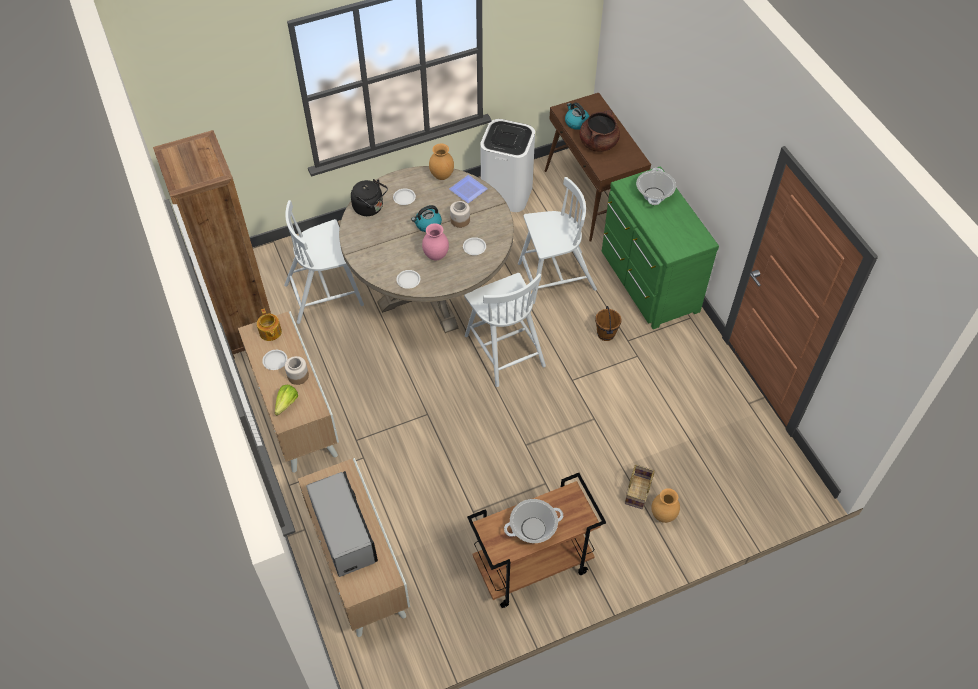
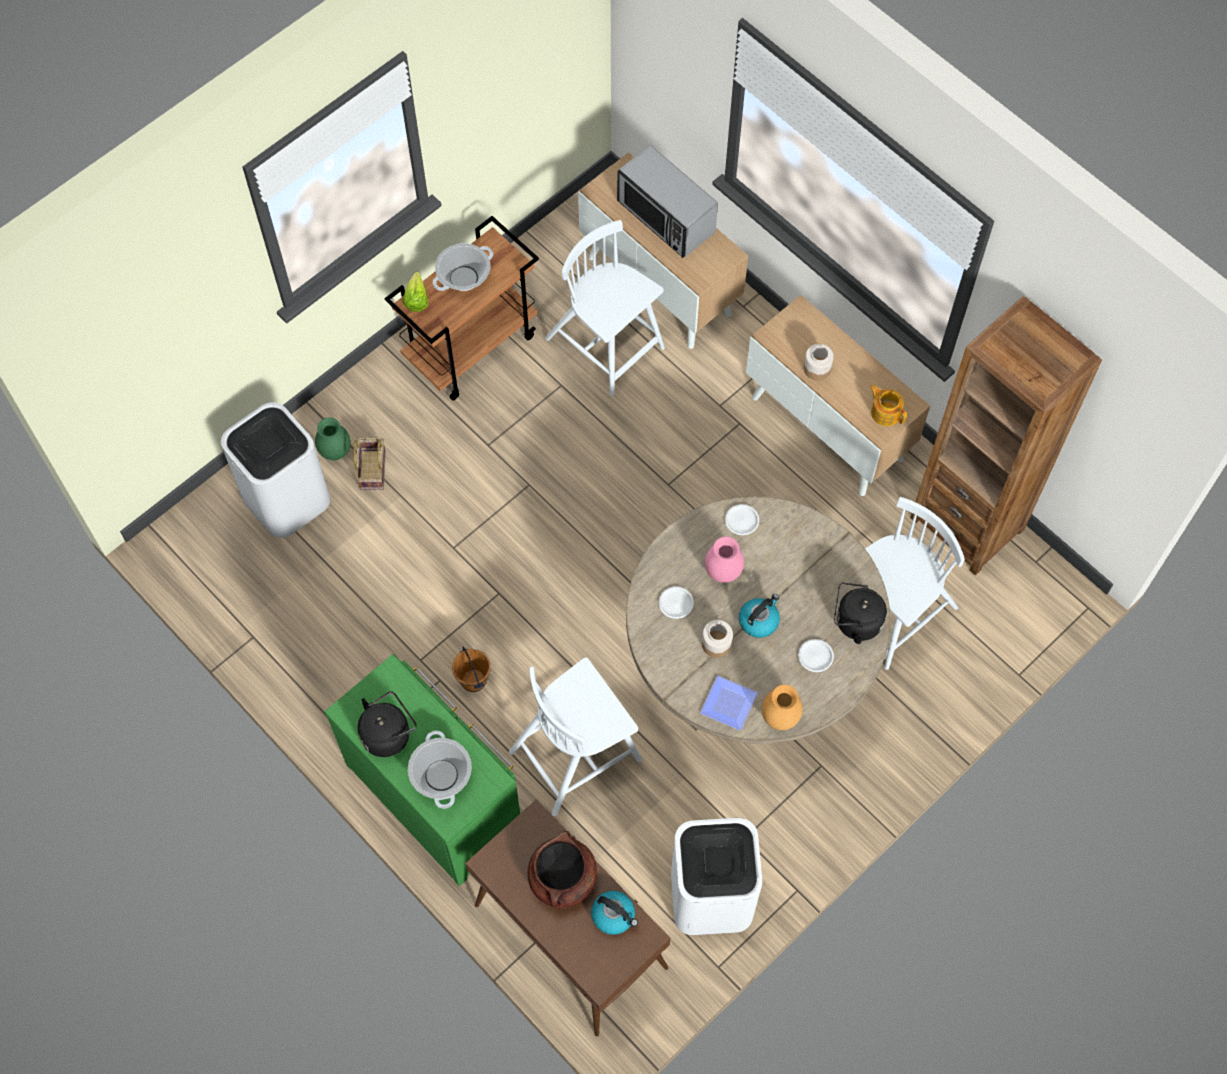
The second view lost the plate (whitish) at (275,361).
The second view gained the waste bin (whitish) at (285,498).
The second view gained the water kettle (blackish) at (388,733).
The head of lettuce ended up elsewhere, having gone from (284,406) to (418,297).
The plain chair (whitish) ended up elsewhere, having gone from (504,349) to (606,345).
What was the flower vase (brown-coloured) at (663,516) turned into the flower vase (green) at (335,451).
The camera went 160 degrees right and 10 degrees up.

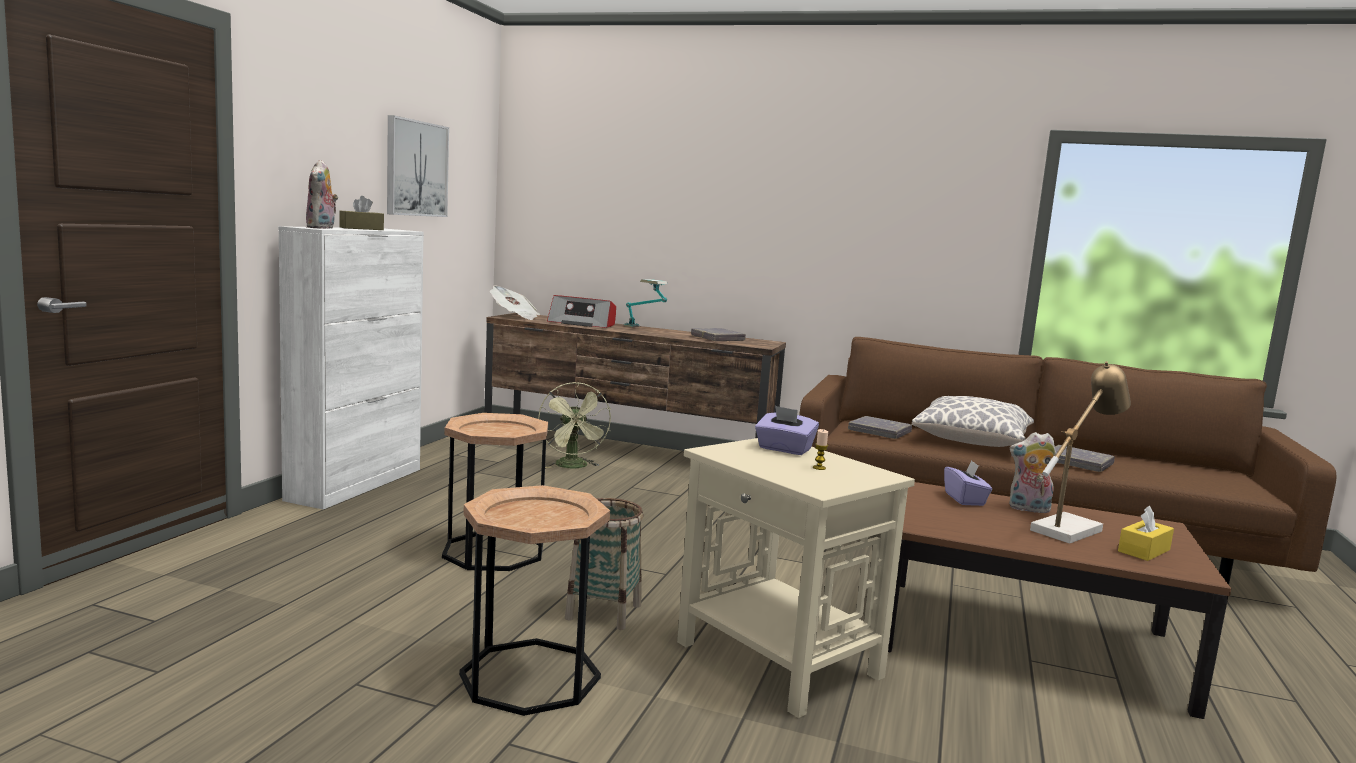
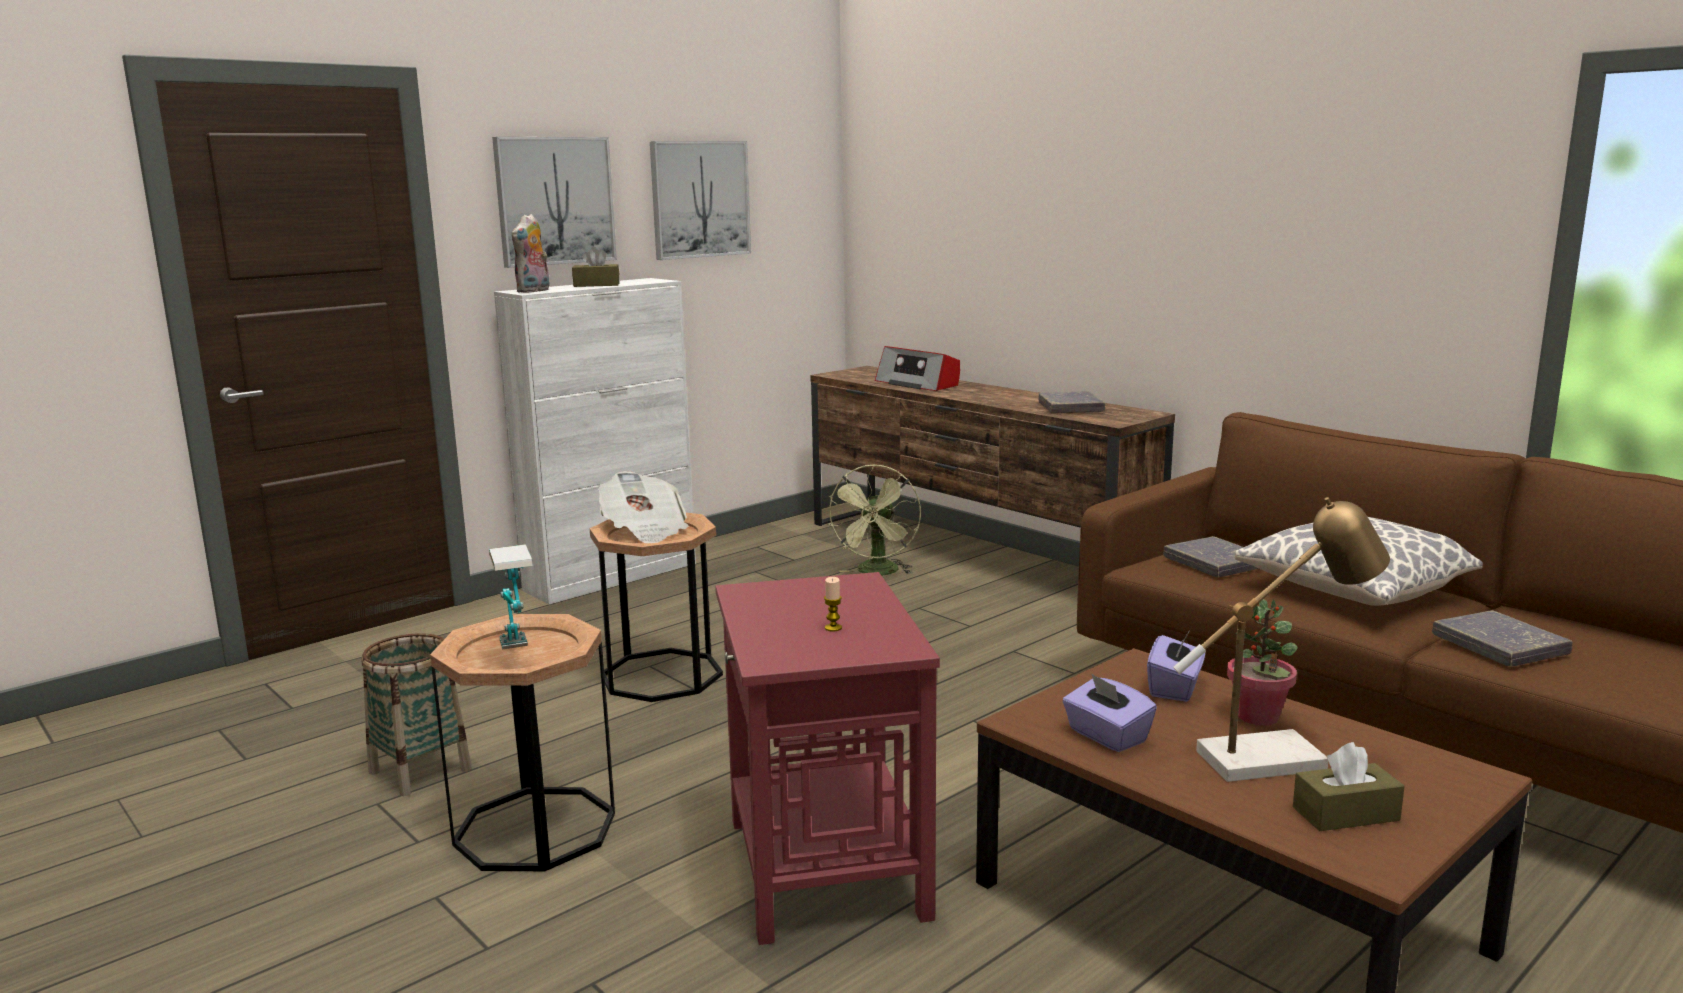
The second view gained the wall art at (554,201).
The daily paper ended up elsewhere, having gone from (514,316) to (644,531).
The storage basket ended up elsewhere, having gone from (604,612) to (420,771).
The lamp for a table ended up elsewhere, having gone from (645,328) to (518,658).
The box of tissues (purple) ended up elsewhere, having gone from (784,449) to (1106,736).
Where the soft toy stood at (1028,509), the plant in a pot came to stand at (1258,717).
What was the end table (beige-coloured) at (777,660) turned into the end table (red-coloured) at (824,867).
What was the box of tissues (yellowish) at (1144,551) turned into the box of tissues (brown-coloured) at (1345,814).
The camera went 30 degrees right and 5 degrees up.

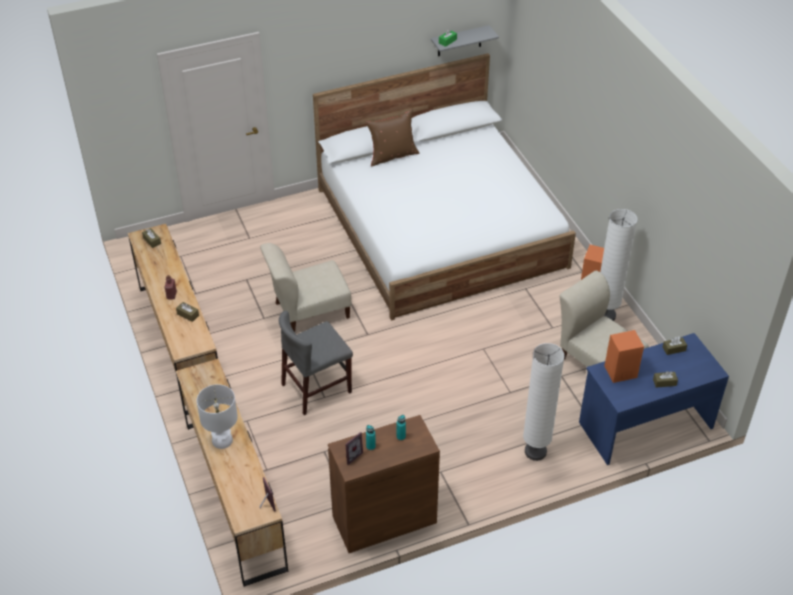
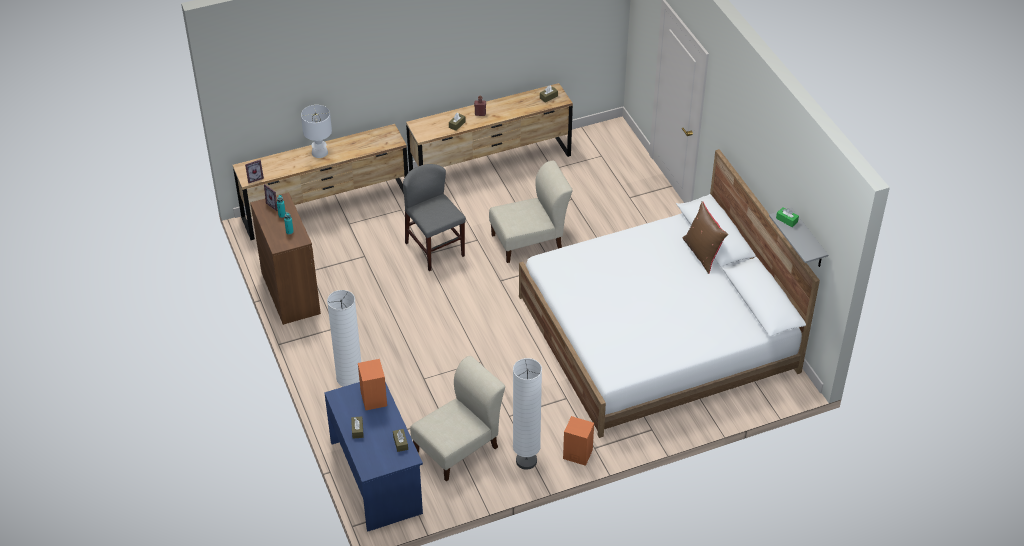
The plain chair (beige-coloured) at (308,311) ended up facing another way, 90 degrees clockwise from before.
The camera went 90 degrees right and 0 degrees up.

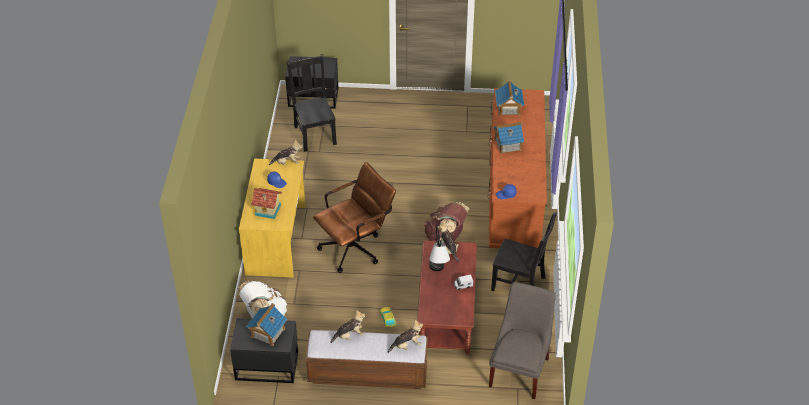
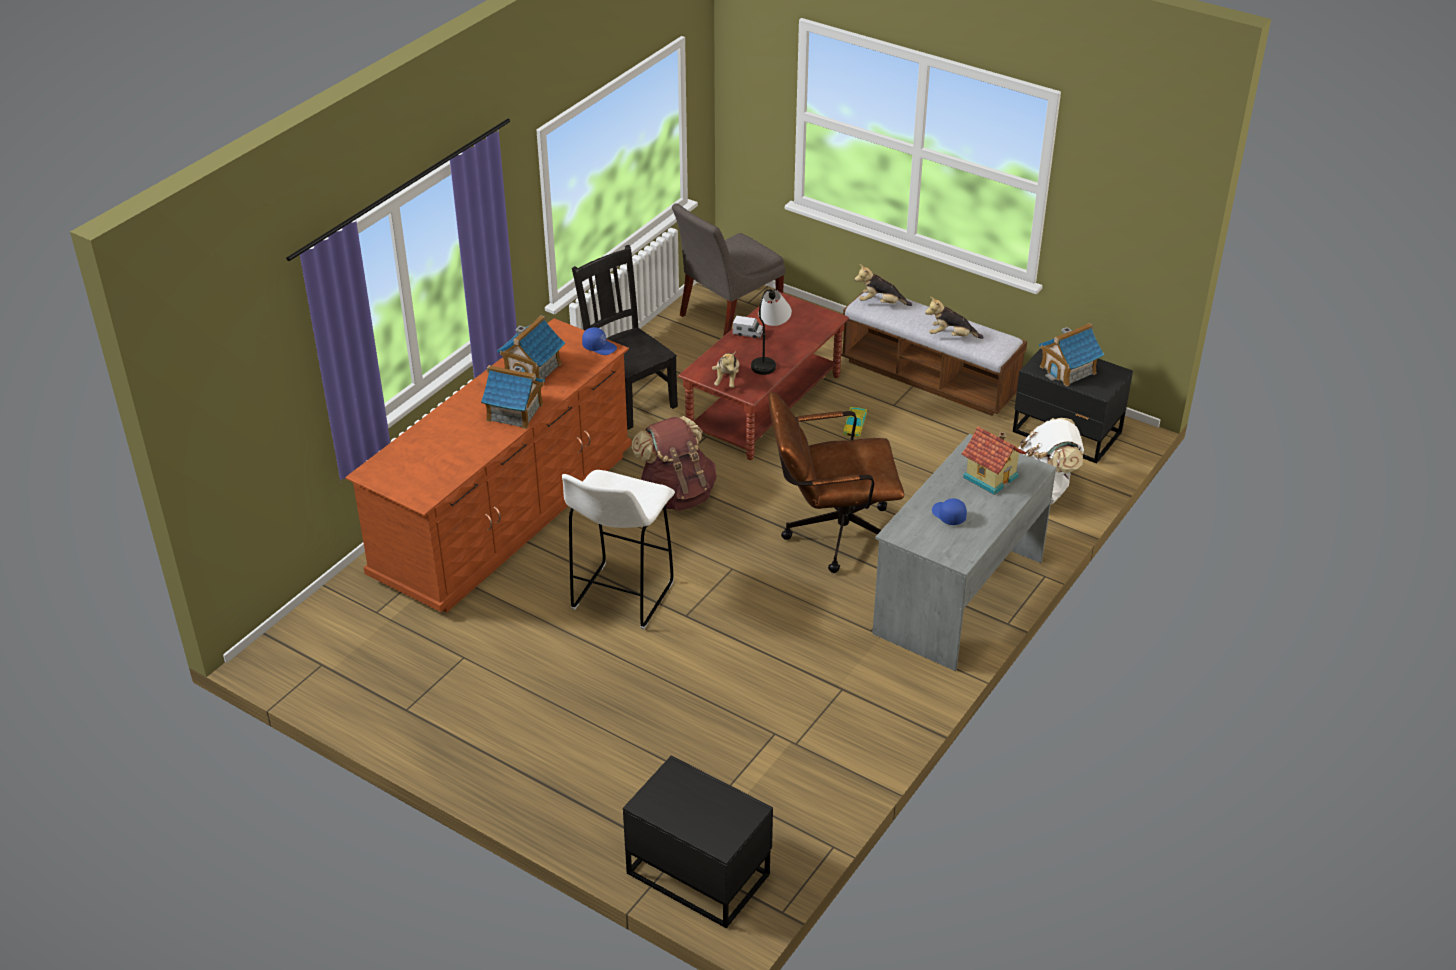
The second view lost the soft toy at (287,163).
The second view lost the plain chair (blackish) at (314,134).
The second view gained the stool (whitish) at (621,598).
The toy house ended up elsewhere, having gone from (508,108) to (533,368).
What was the desk table (yellowish) at (277,240) turned into the desk table (gray) at (957,596).
The camera went 150 degrees left and 5 degrees down.

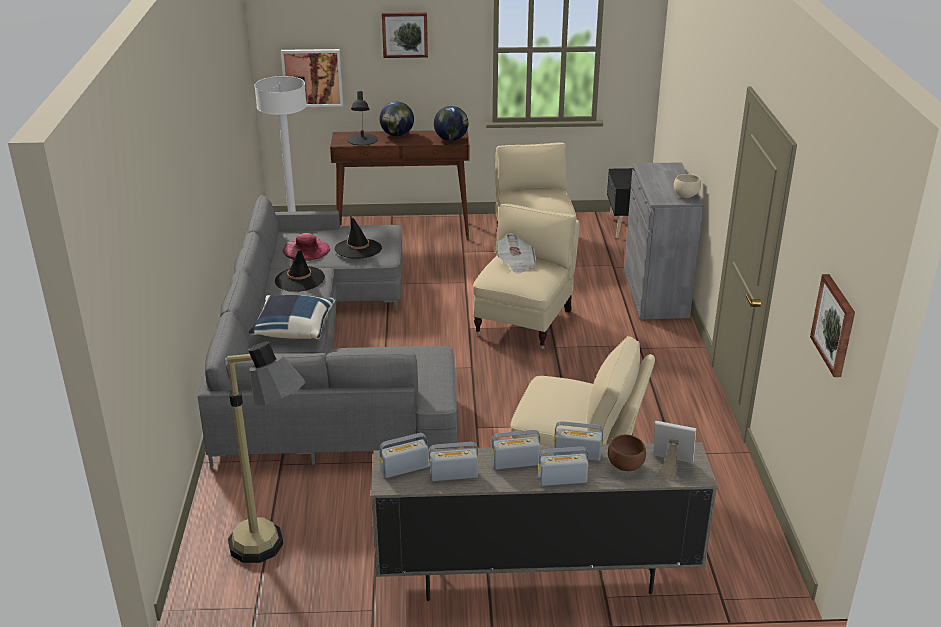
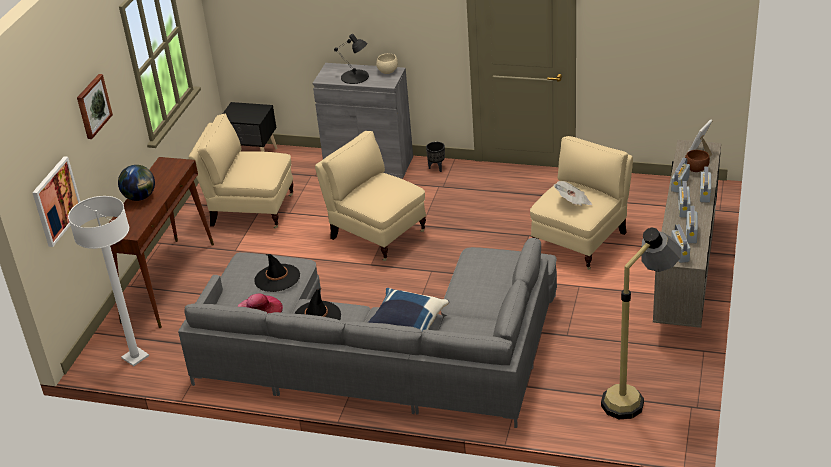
The second view lost the globe at (451,139).
The second view lost the wall art at (835,325).
The second view gained the planter (blackish) at (437,168).
The lamp for a table (blackish) ended up elsewhere, having gone from (362,140) to (355,77).
The daily paper ended up elsewhere, having gone from (516,263) to (573,202).
The camera went 70 degrees left and 5 degrees up.

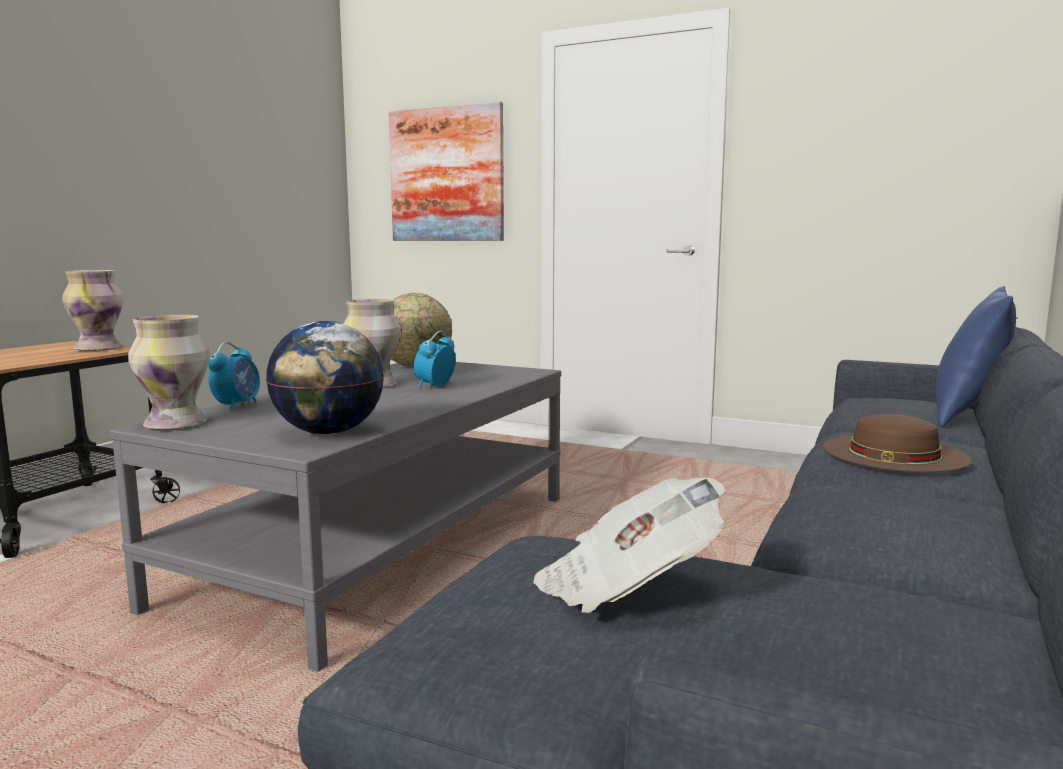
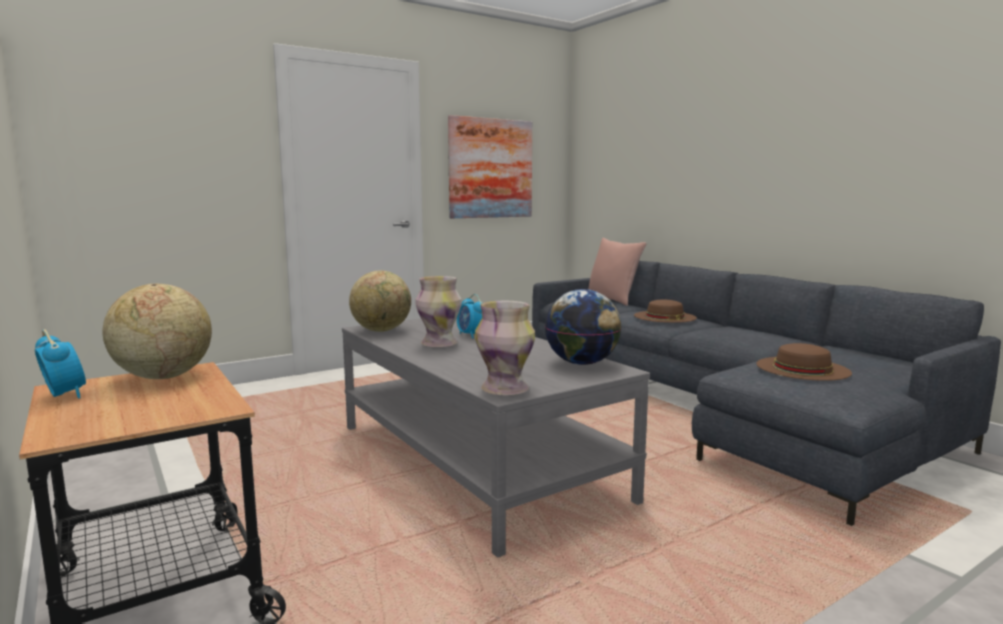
The bedside clock ended up elsewhere, having gone from (237,405) to (64,395).
The wall art ended up elsewhere, having gone from (446,175) to (490,168).
Where the flower vase stood at (98,348), the globe came to stand at (163,377).
Where the daily paper stood at (626,587), the wearable hat (brown-coloured) came to stand at (802,368).
What was the throw pillow (bluish) at (967,416) turned into the throw pillow (pink-coloured) at (613,300).
The camera went 60 degrees left and 0 degrees up.

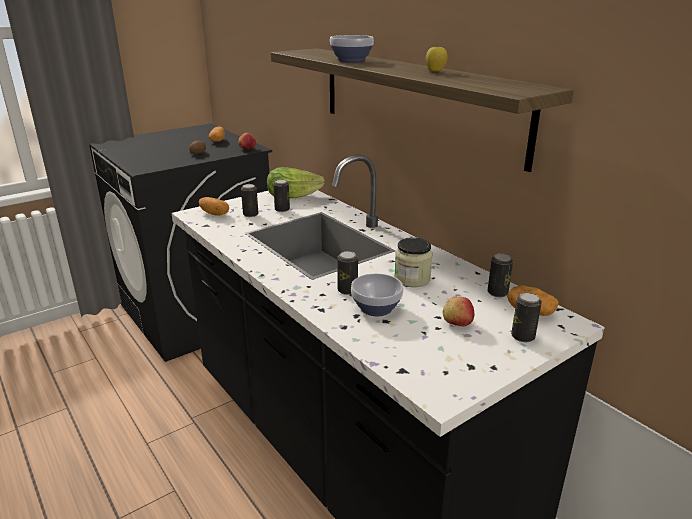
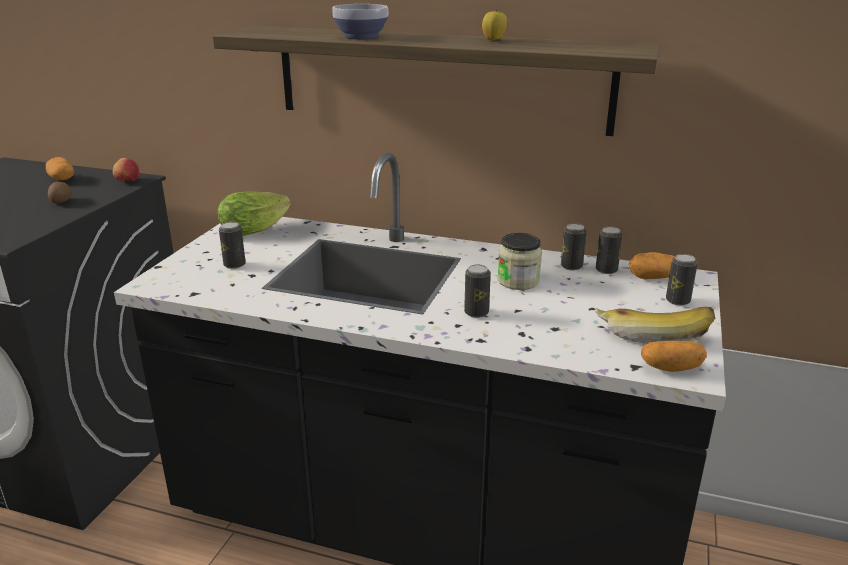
The second view lost the bowl at (377,308).
The second view lost the apple fruit at (457,323).
The second view gained the banana at (653,332).
The potato ended up elsewhere, having gone from (215,214) to (671,368).
The can ended up elsewhere, having gone from (282,209) to (571,266).
The camera went 35 degrees left and 0 degrees up.

